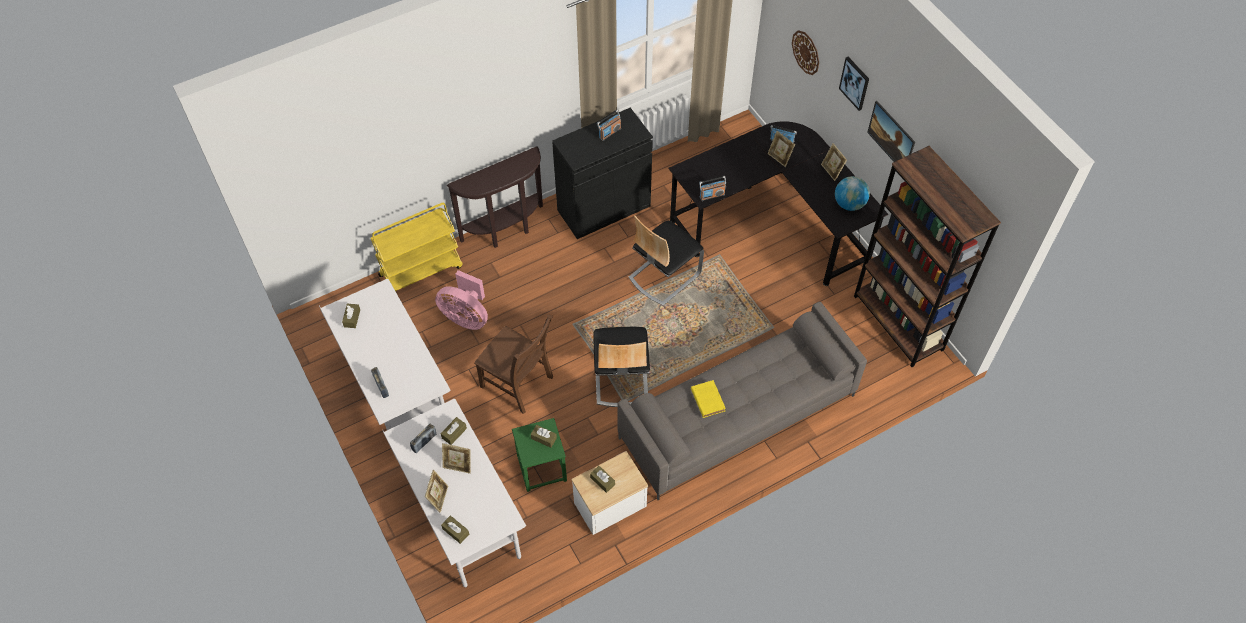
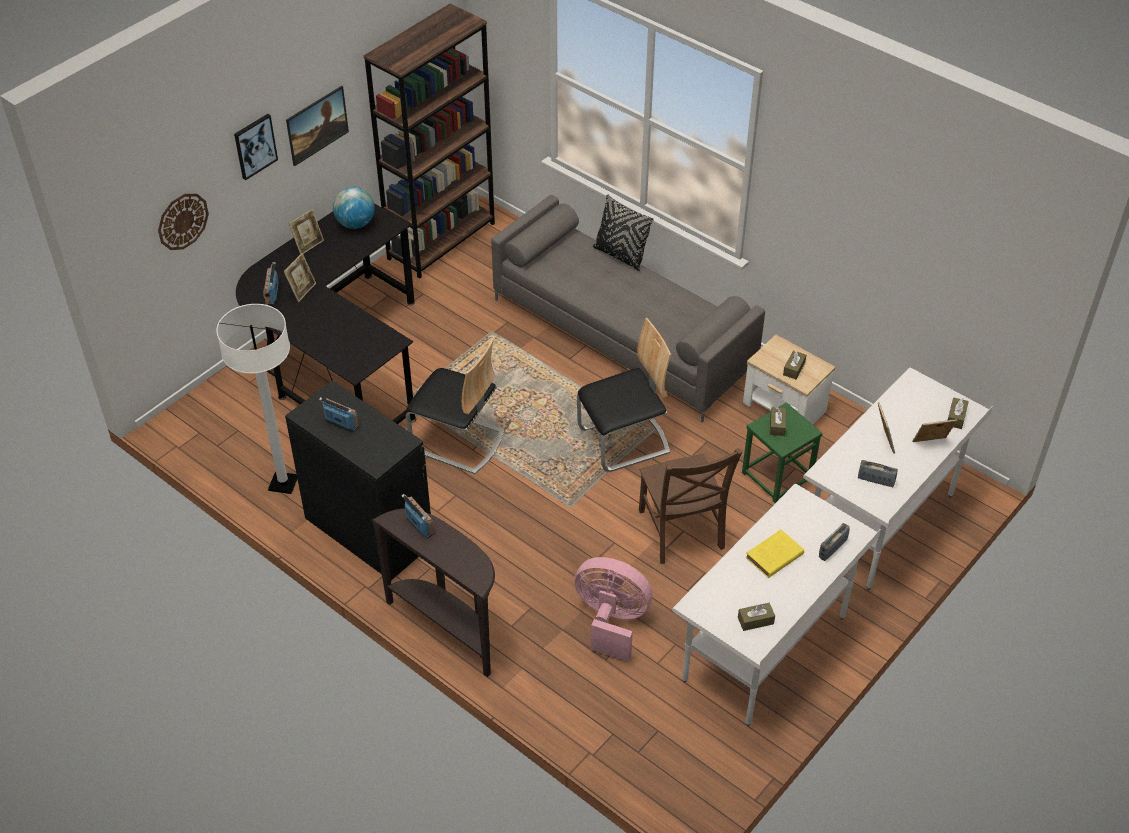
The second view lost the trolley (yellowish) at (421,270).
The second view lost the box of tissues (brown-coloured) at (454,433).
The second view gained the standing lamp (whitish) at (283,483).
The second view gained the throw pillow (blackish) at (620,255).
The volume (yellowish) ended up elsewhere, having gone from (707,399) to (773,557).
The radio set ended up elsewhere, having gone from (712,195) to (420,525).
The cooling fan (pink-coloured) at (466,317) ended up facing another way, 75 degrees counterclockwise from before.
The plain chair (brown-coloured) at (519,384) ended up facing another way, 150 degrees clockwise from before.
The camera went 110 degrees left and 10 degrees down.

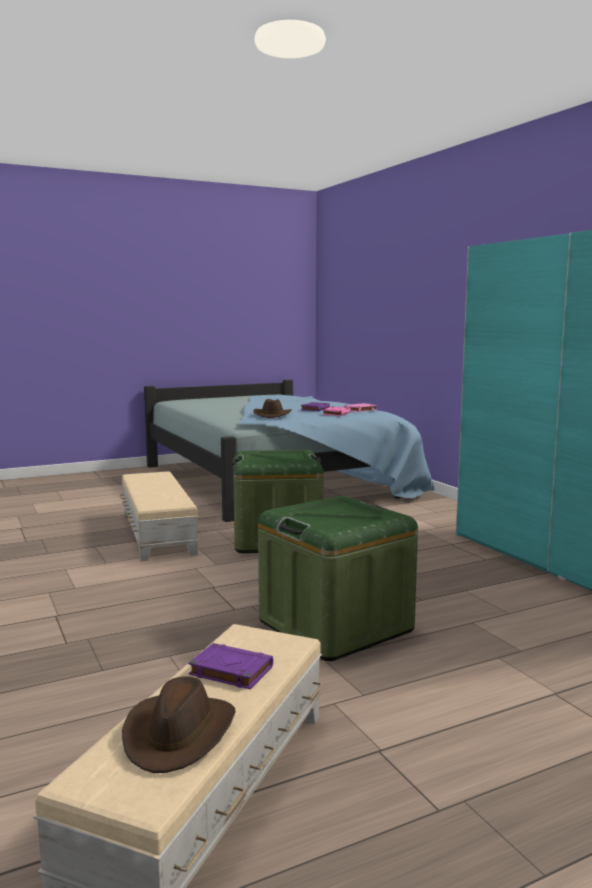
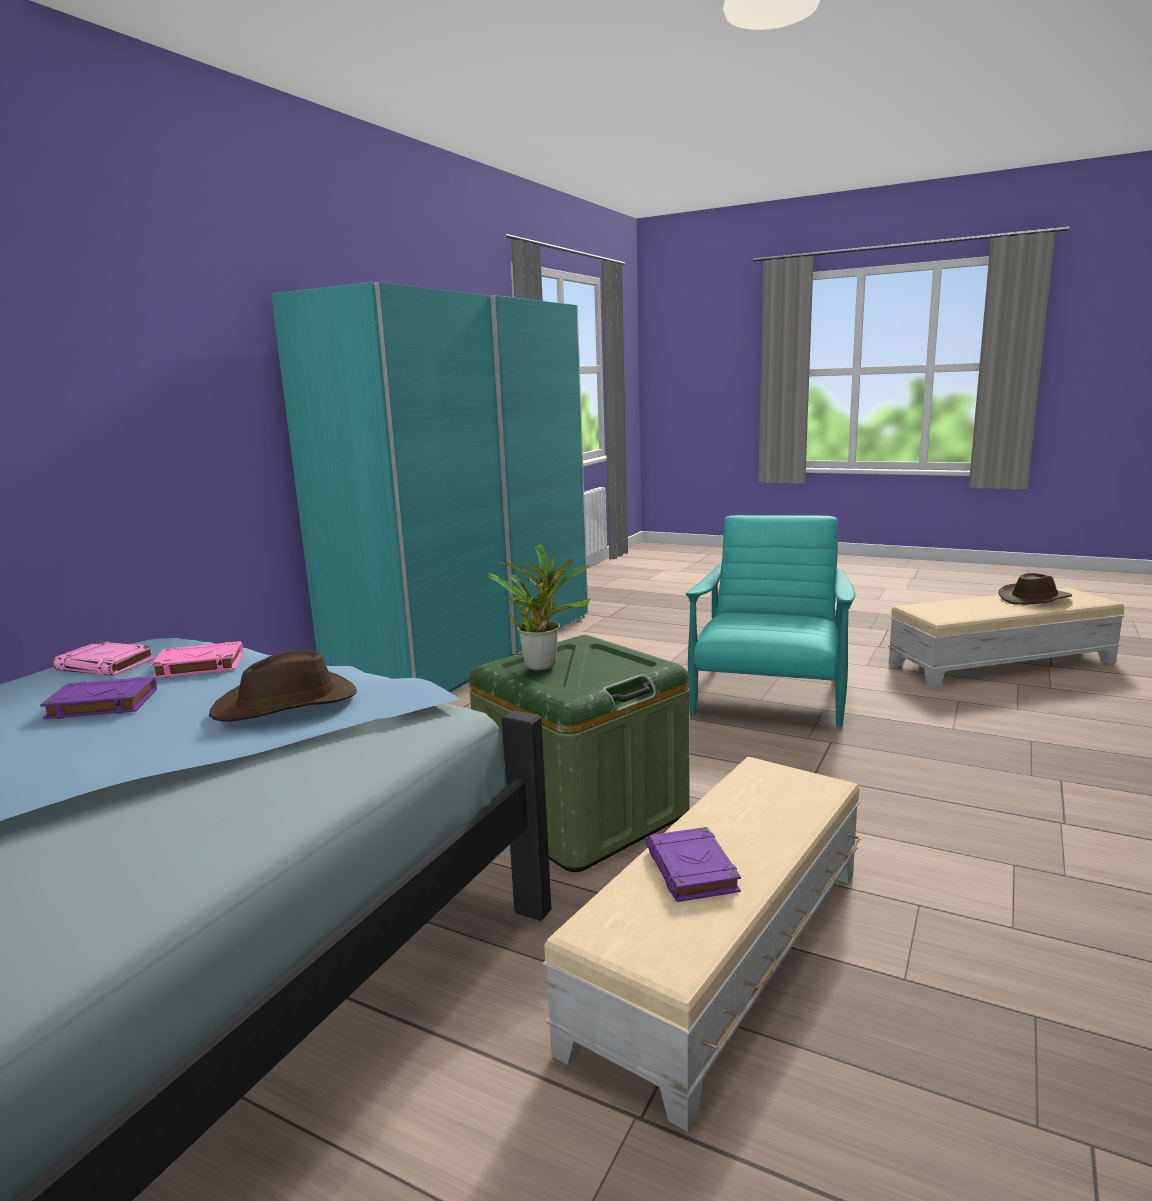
The second view gained the plant in a pot at (542,664).
The volume (purple) ended up elsewhere, having gone from (230,671) to (692,871).
Where the storage bin (green) stood at (335,626), the lounge chair (turquoise-coloured) came to stand at (770,695).
The camera went 125 degrees left and 5 degrees up.

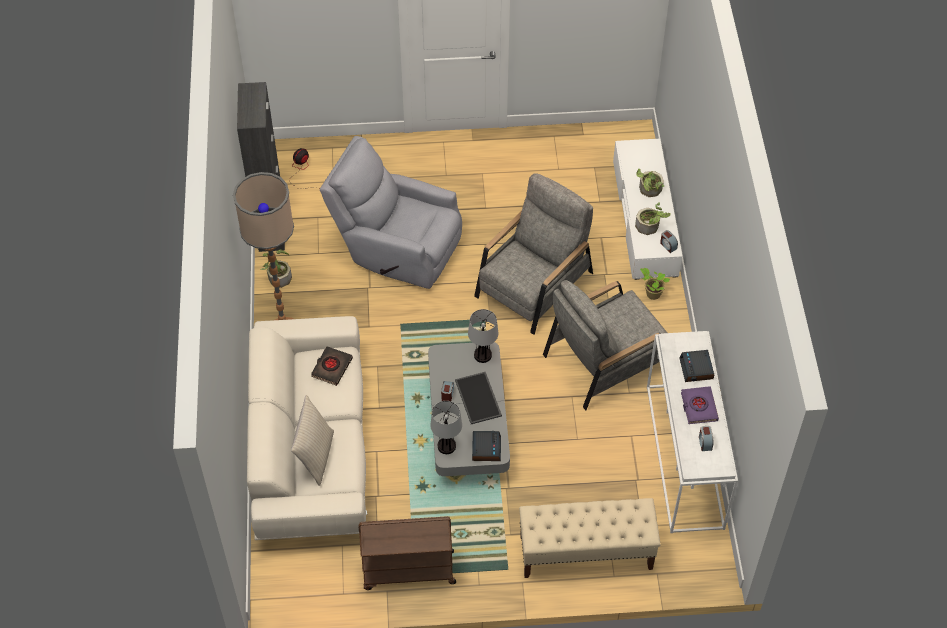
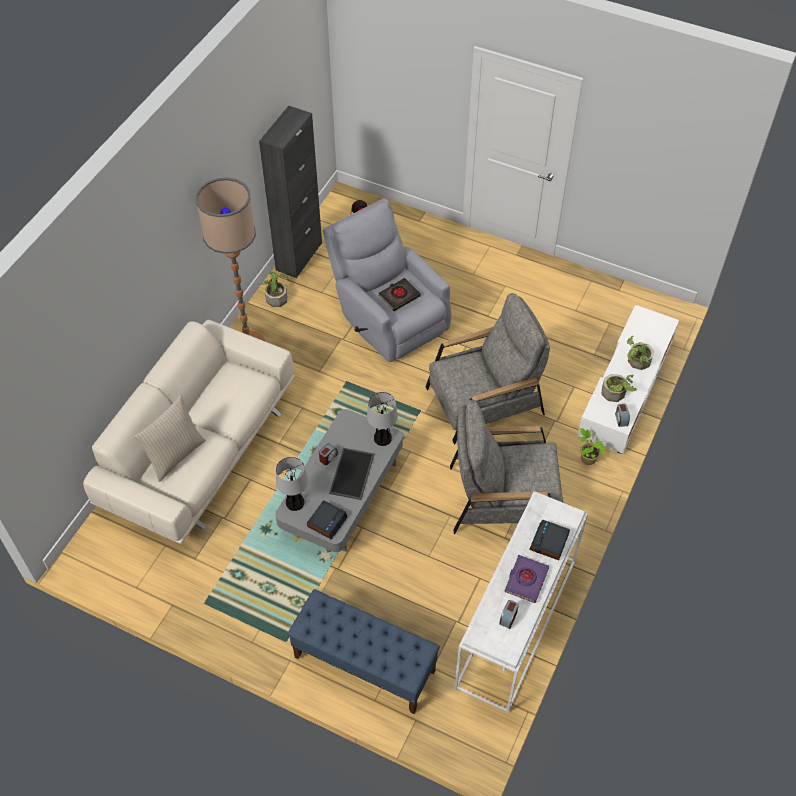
The second view lost the trolley (brown-coloured) at (408,571).
The volume (blackish) ended up elsewhere, having gone from (331,367) to (399,296).
What was the indoor bench (beige-coloured) at (585,552) turned into the indoor bench (bluish) at (364,664).
The camera went 30 degrees right and 0 degrees up.

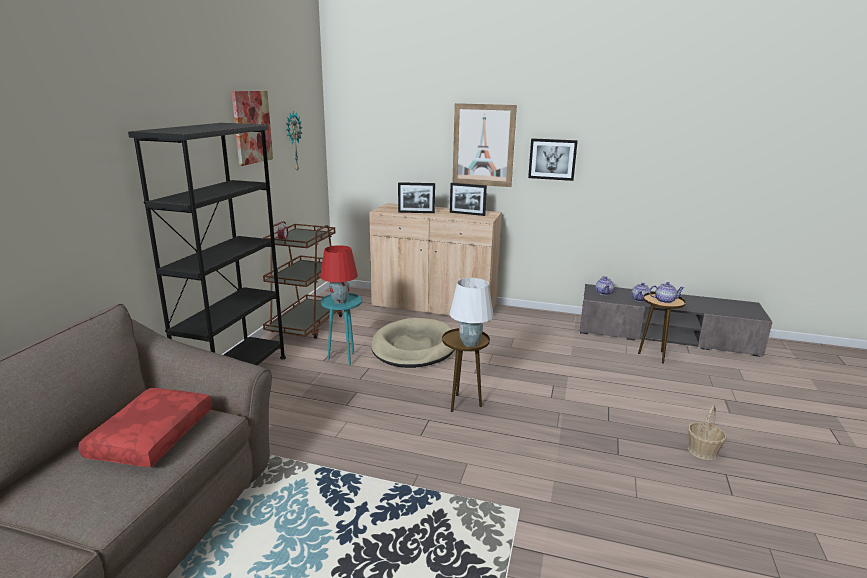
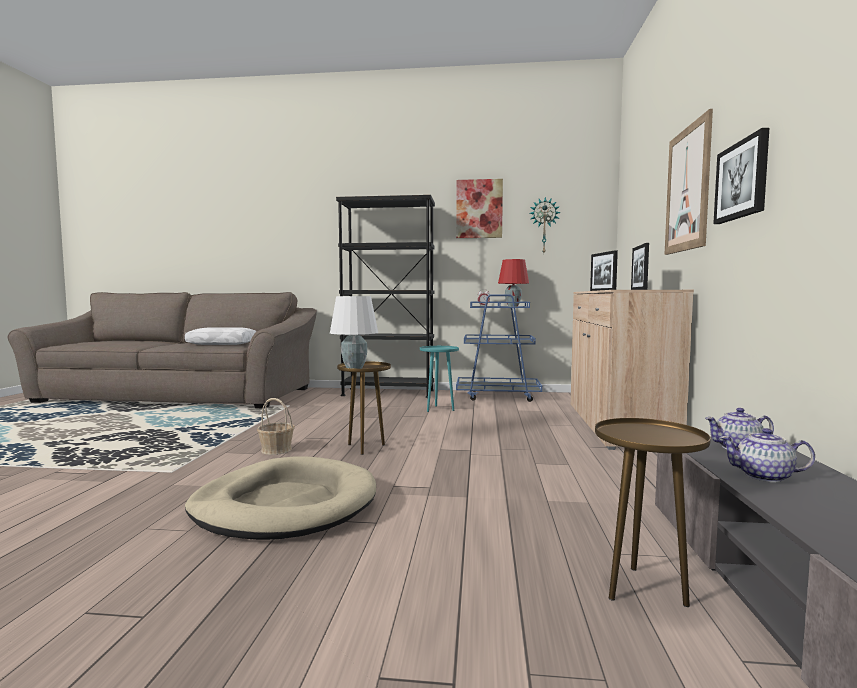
The second view lost the teapot at (664,300).
The lamp for a table (red-coloured) ended up elsewhere, having gone from (340,301) to (512,306).
The dog cushion (beige-coloured) ended up elsewhere, having gone from (414,347) to (285,505).
The storage basket ended up elsewhere, having gone from (703,451) to (276,450).
What was the throw pillow (red-coloured) at (151,436) turned into the throw pillow (whitish) at (223,344).
What was the trolley (brown-coloured) at (307,325) turned into the trolley (bluish) at (498,396).
The camera went 80 degrees right and 15 degrees down.

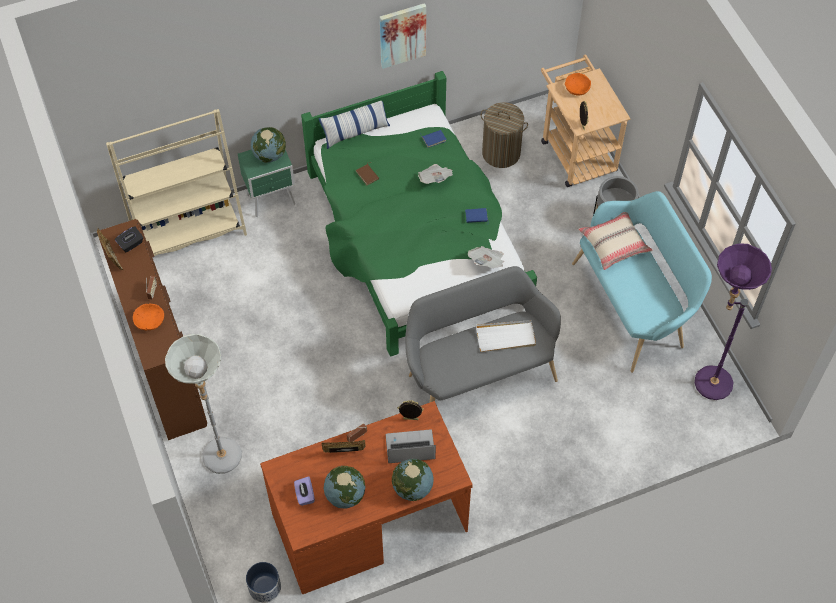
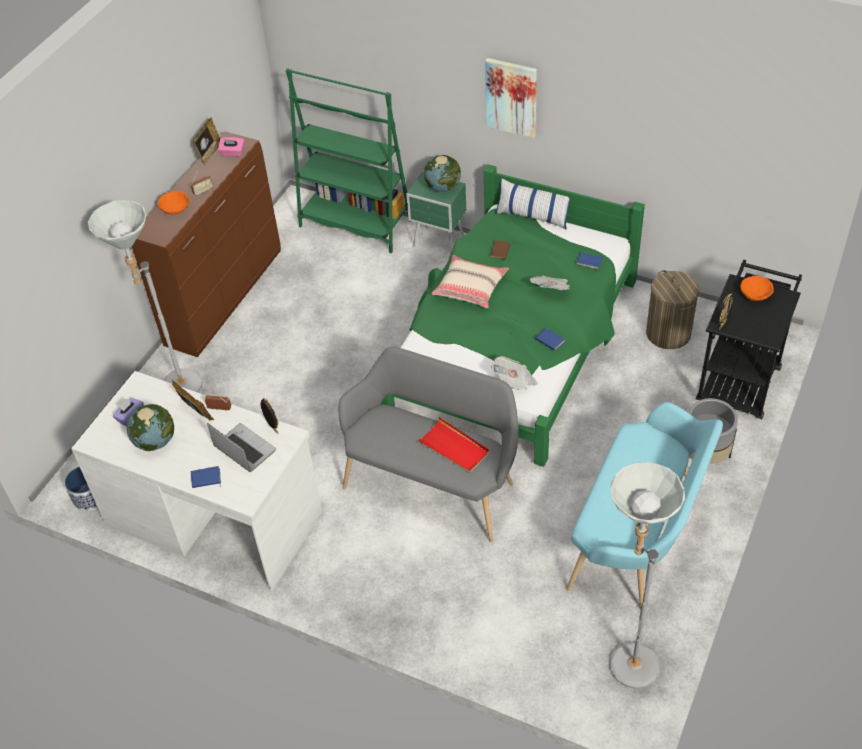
The wall art ended up elsewhere, having gone from (402,35) to (511,97).
The throw pillow (beige-coloured) ended up elsewhere, having gone from (614,244) to (470,287).
Where the globe stood at (412,488), the volume (bluish) came to stand at (206,479).
What was the bookshelf (beige-coloured) at (189,231) turned into the bookshelf (green) at (355,223).
What was the box of tissues (blackish) at (131,244) turned into the box of tissues (pink-coloured) at (232,153).
What was the desk table (brown-coloured) at (368,521) turned into the desk table (whitish) at (214,516).
What was the serving tray (whitish) at (505,337) turned into the serving tray (red-coloured) at (454,448).
What was the trolley (beige-coloured) at (575,151) turned into the trolley (blackish) at (740,377).
What was the standing lamp (purple) at (704,383) turned into the standing lamp (gray) at (626,658).
The camera went 50 degrees right and 10 degrees down.

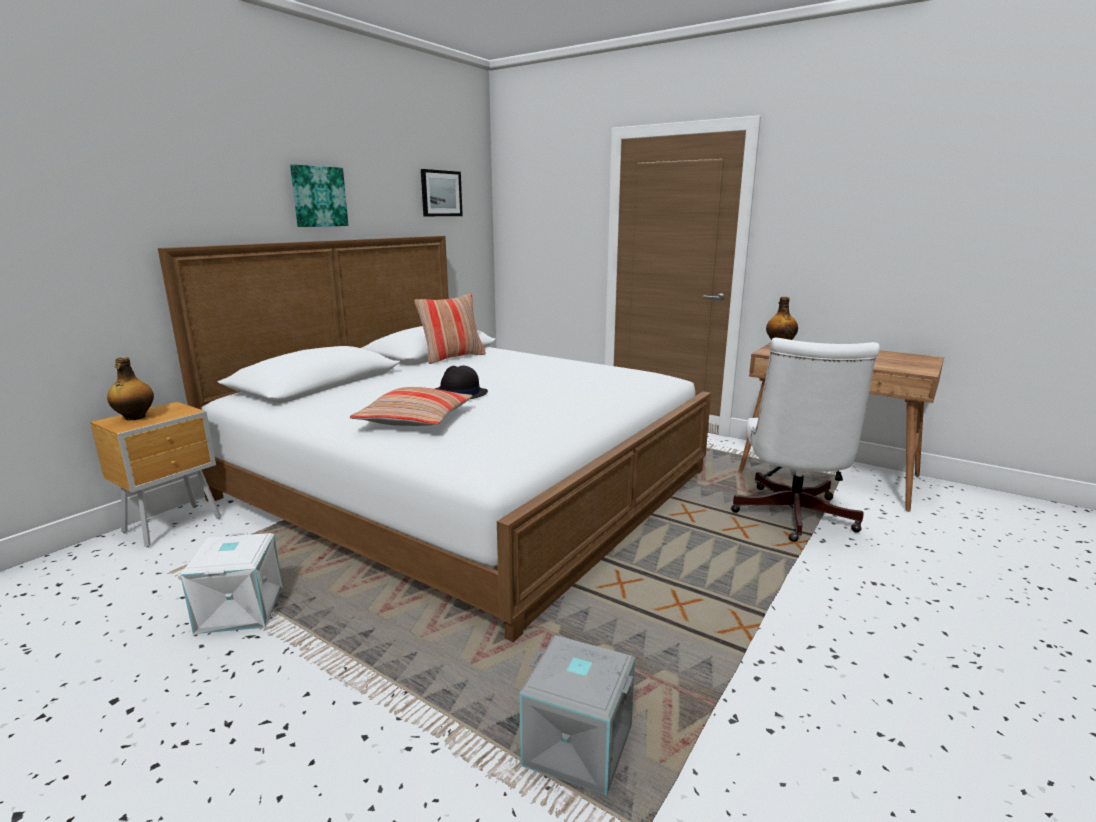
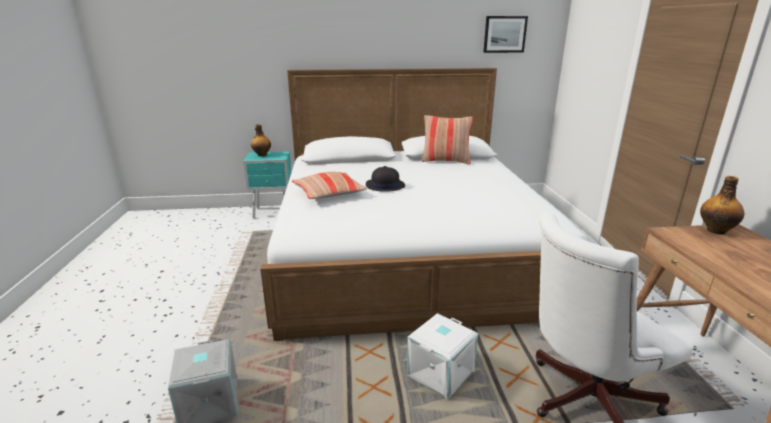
The second view lost the wall art at (318,196).
The storage bin (whitish) ended up elsewhere, having gone from (241,610) to (441,374).
What was the nightstand (brown-coloured) at (175,525) turned into the nightstand (turquoise-coloured) at (274,212).
The camera went 50 degrees right and 5 degrees up.

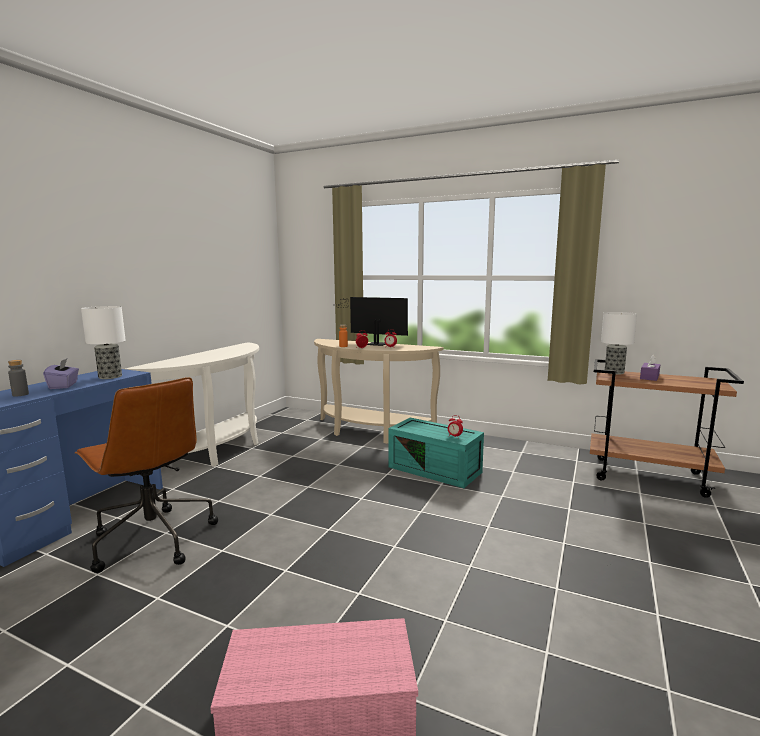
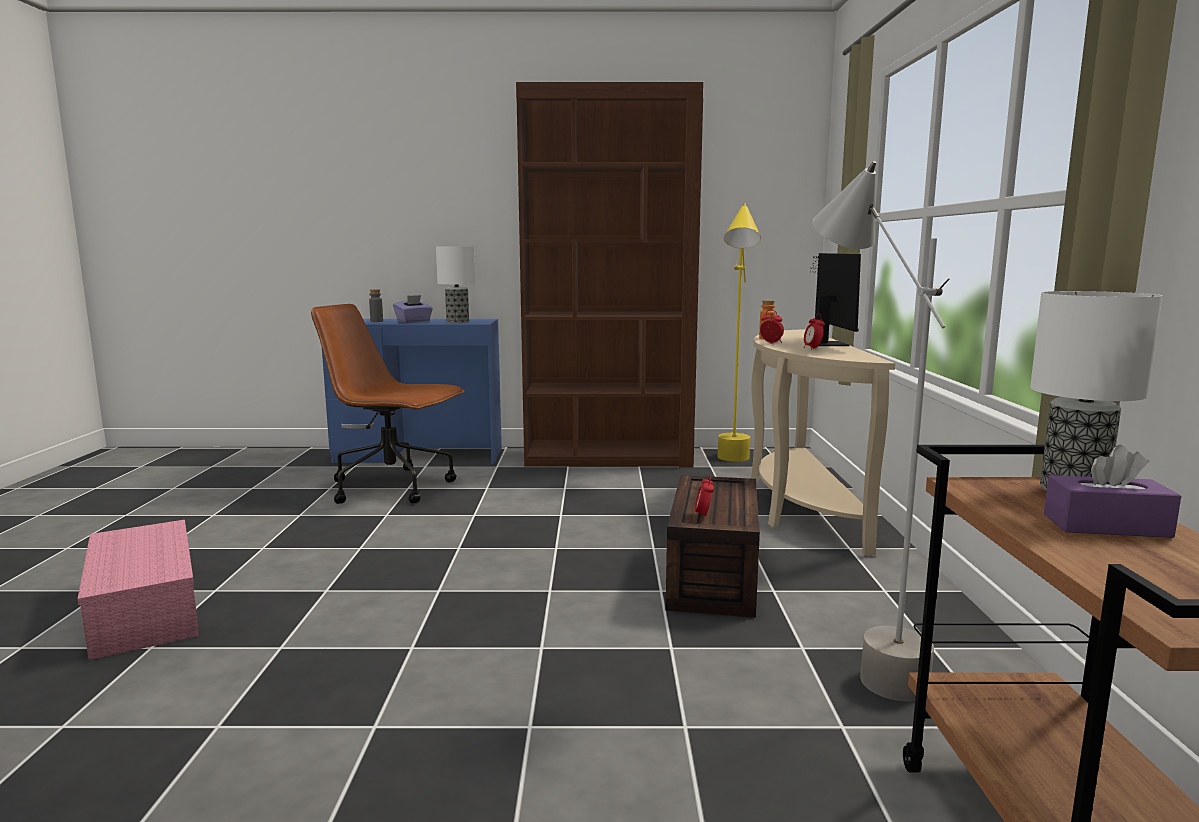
The second view gained the standing lamp (yellowish) at (733,464).
The second view gained the standing lamp (gray) at (856,656).
Where the narrow table (whitish) stood at (218,451), the bookshelf (brown-coloured) came to stand at (609,457).
What was the storage bin (turquoise-coloured) at (436,469) turned into the storage bin (brown-coloured) at (715,578).
The computer chair (brown-coloured) at (152,539) ended up facing another way, 90 degrees clockwise from before.
The camera went 65 degrees right and 0 degrees up.

